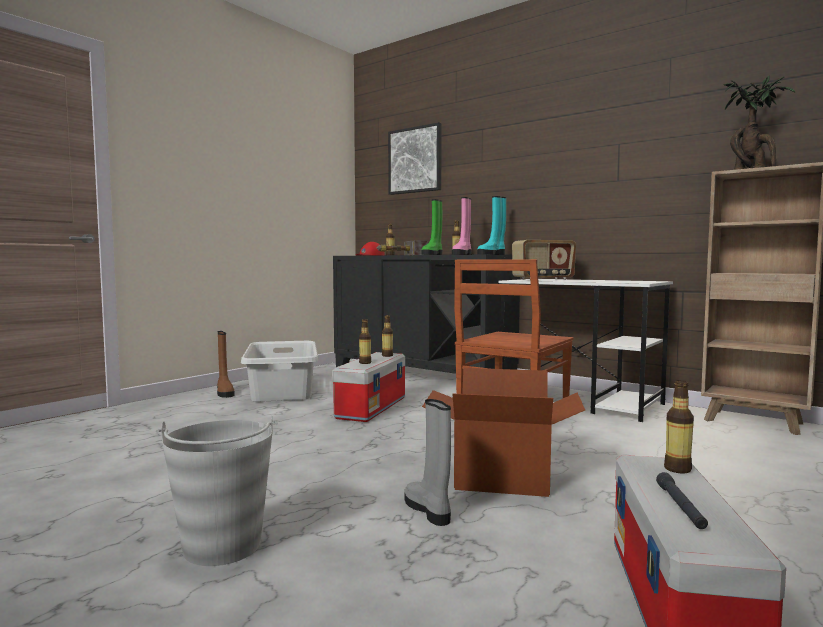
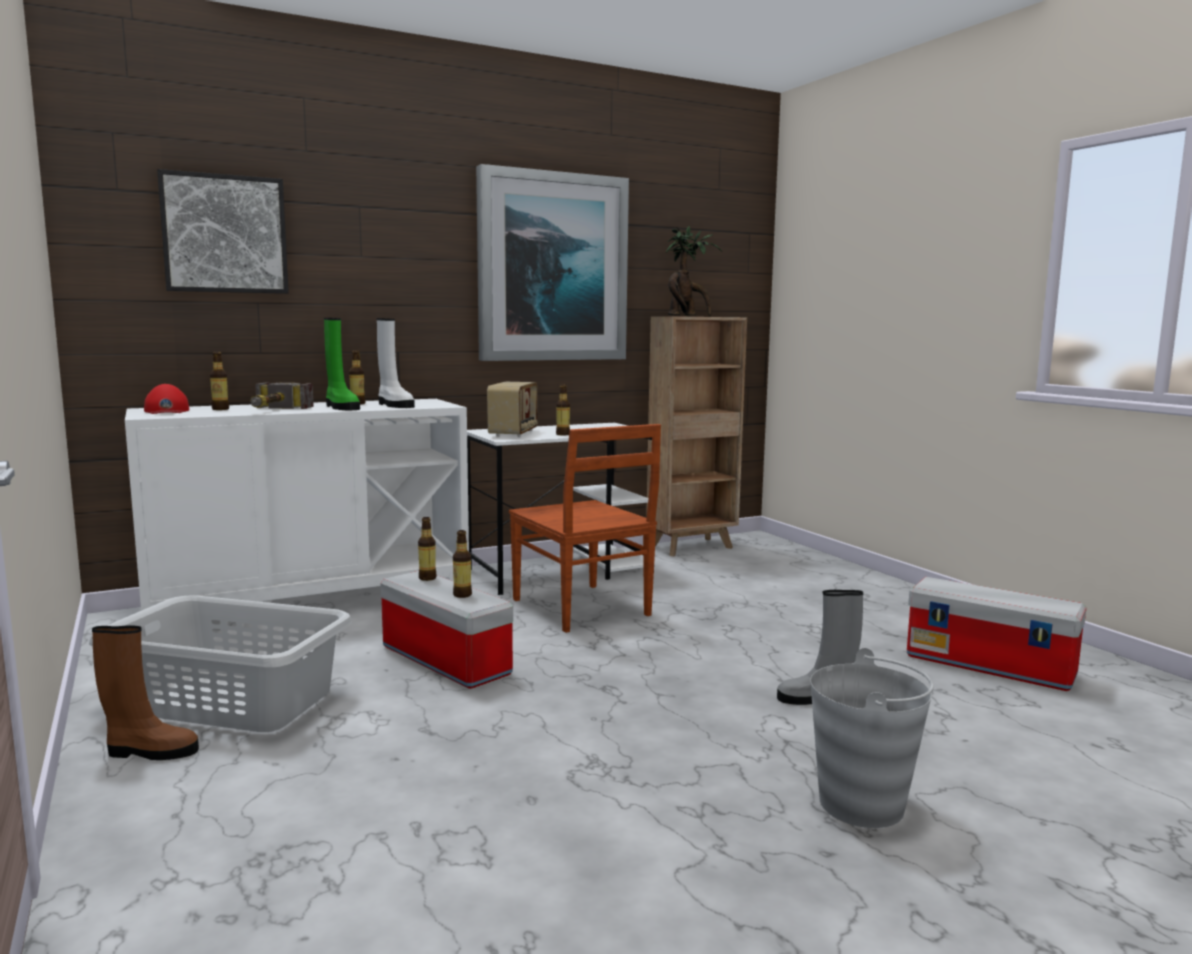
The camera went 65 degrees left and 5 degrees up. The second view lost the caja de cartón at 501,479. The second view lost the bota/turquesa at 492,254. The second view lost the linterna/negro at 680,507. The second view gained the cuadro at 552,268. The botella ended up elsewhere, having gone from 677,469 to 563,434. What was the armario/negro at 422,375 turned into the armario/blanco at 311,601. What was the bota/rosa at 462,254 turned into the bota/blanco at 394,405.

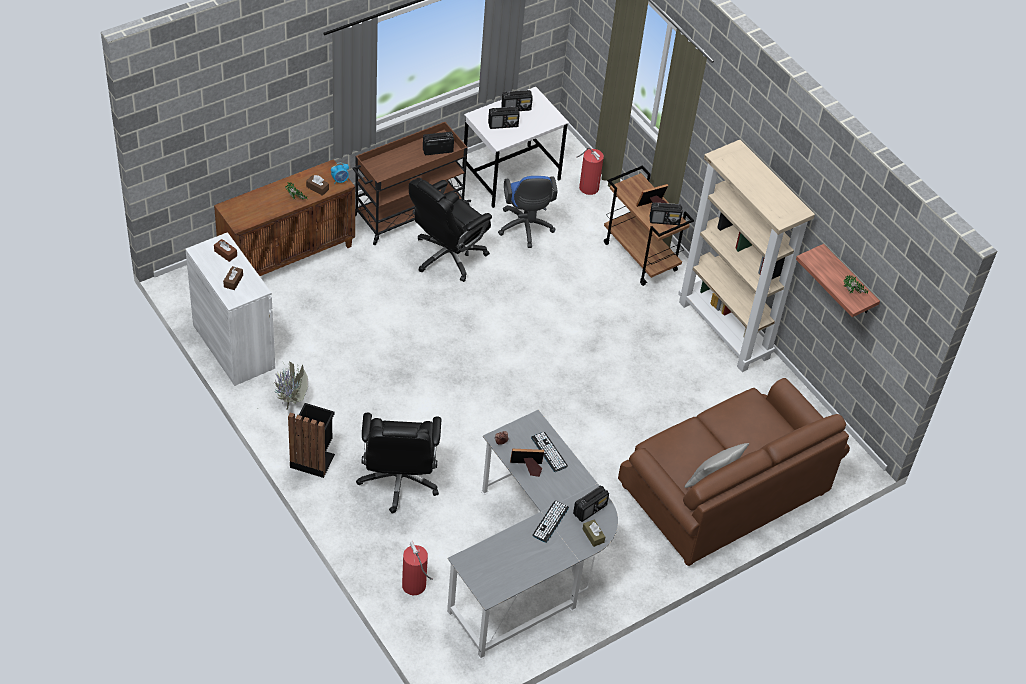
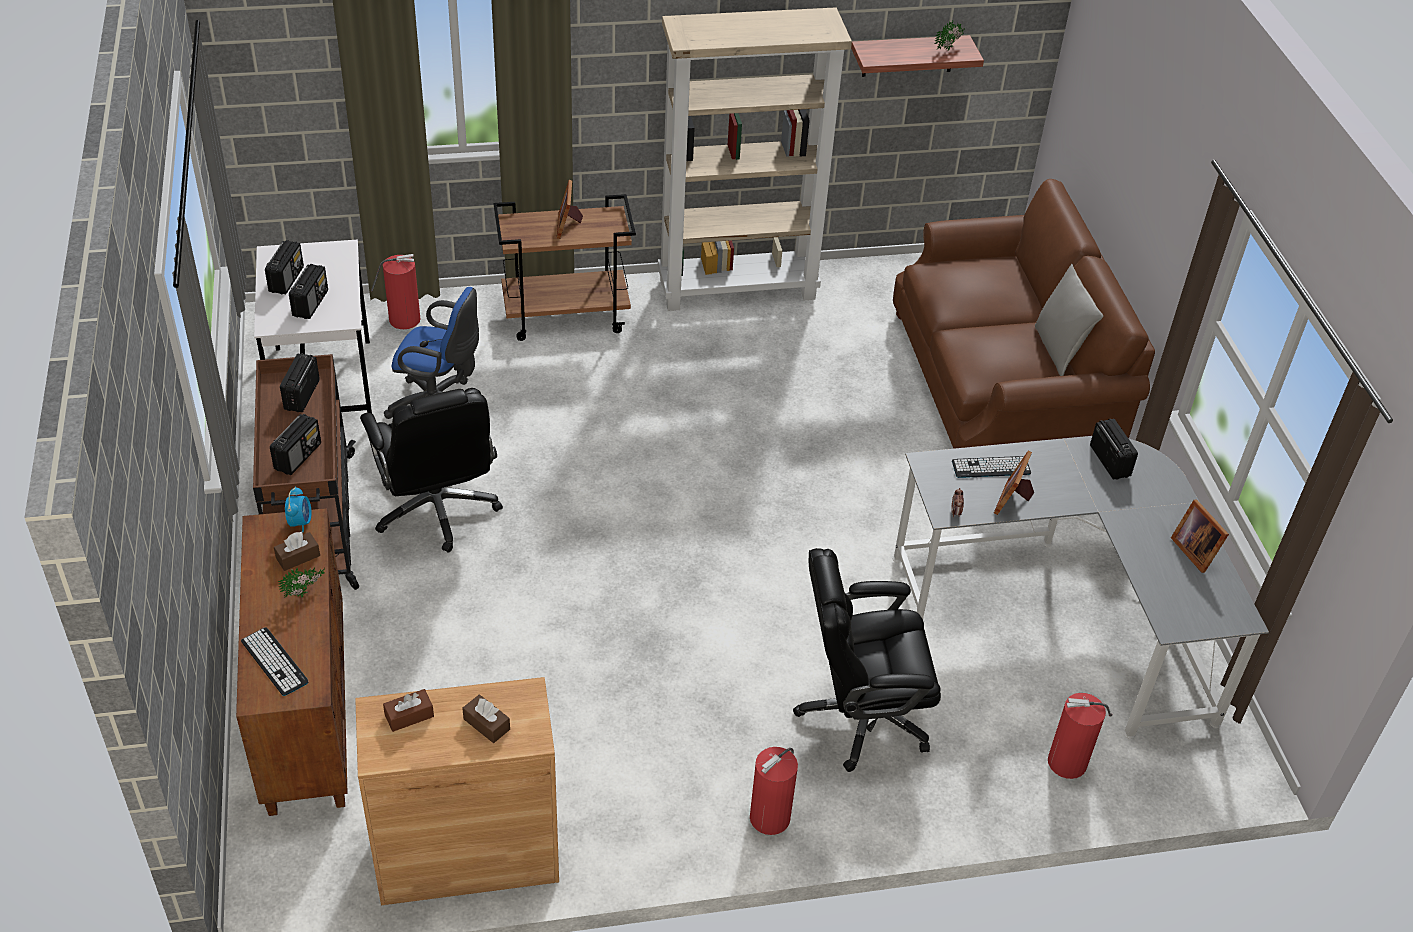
The camera went 65 degrees left and 5 degrees down. The second view lost the planta en maceta at 290,401. The second view lost the caja de pañuelos/marrón at 593,536. The second view gained the portarretratos at 1195,550. The teclado ended up elsewhere, having gone from 550,521 to 274,662. The radio ended up elsewhere, having gone from 665,220 to 298,456. Where the papelera/negro stood at 313,459, the extintor came to stand at 771,816. What was the armario/blanco at 233,346 turned into the armario/marrón at 467,855. The silla de oficina/negro at 399,481 ended up facing another way, 150 degrees clockwise from before.

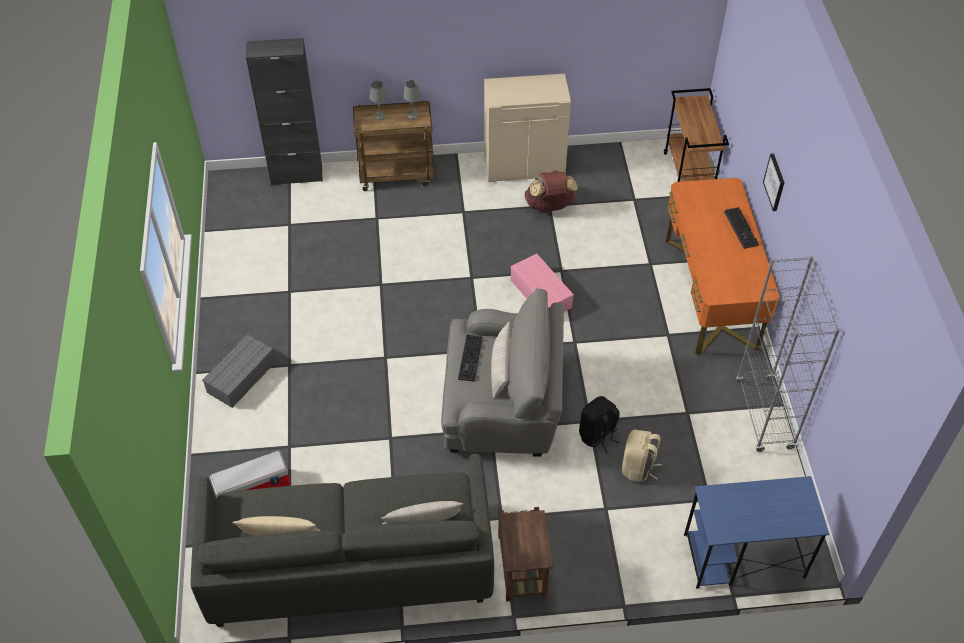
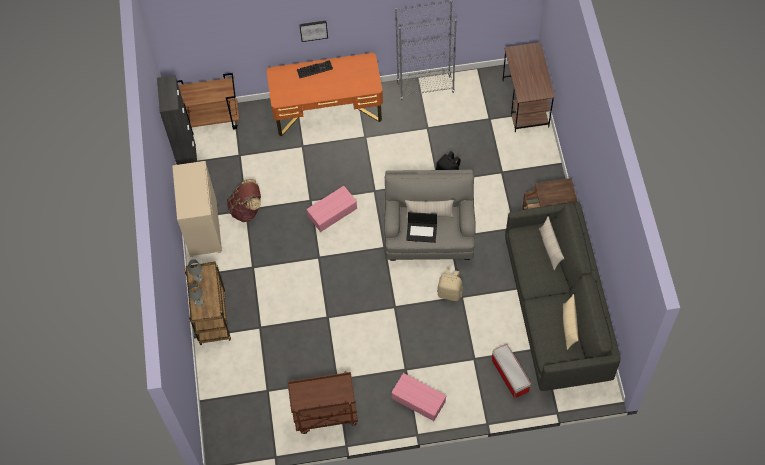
The camera went 90 degrees left and 10 degrees up. The second view gained the carrito/marrón at 325,416. The armario/negro ended up elsewhere, having gone from 296,175 to 188,161. The mochila/beis ended up elsewhere, having gone from 638,467 to 450,292. Where the teclado stood at 471,359, the portátil came to stand at 422,232. What was the caja de almacenaje/gris at 241,376 turned into the caja de almacenaje/rosa at 417,400. What was the escritorio/azul at 742,556 turned into the escritorio/marrón at 525,104.

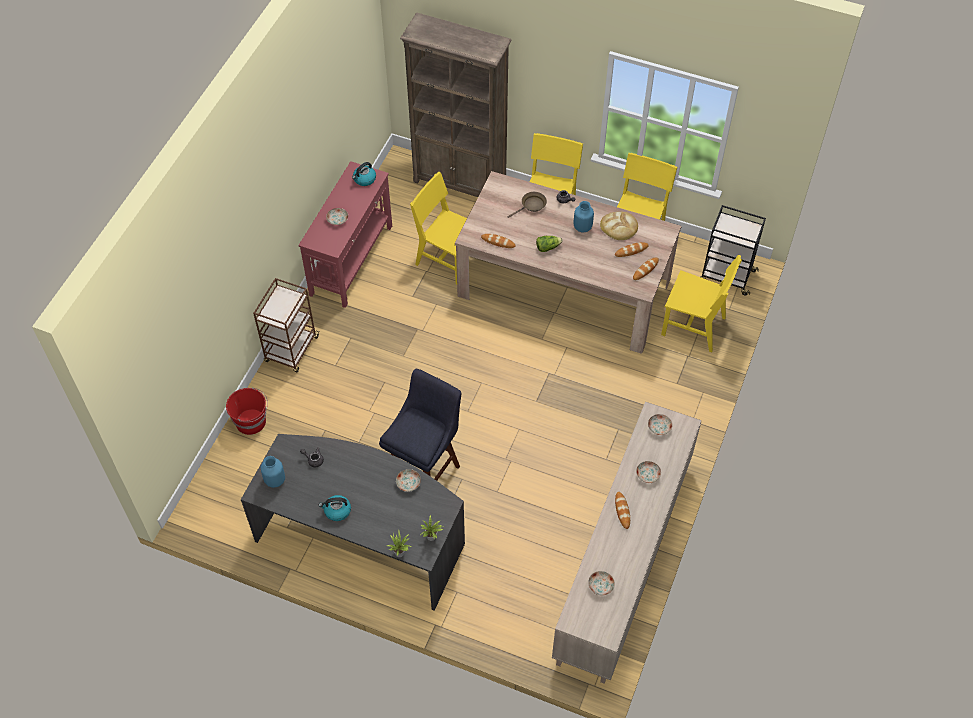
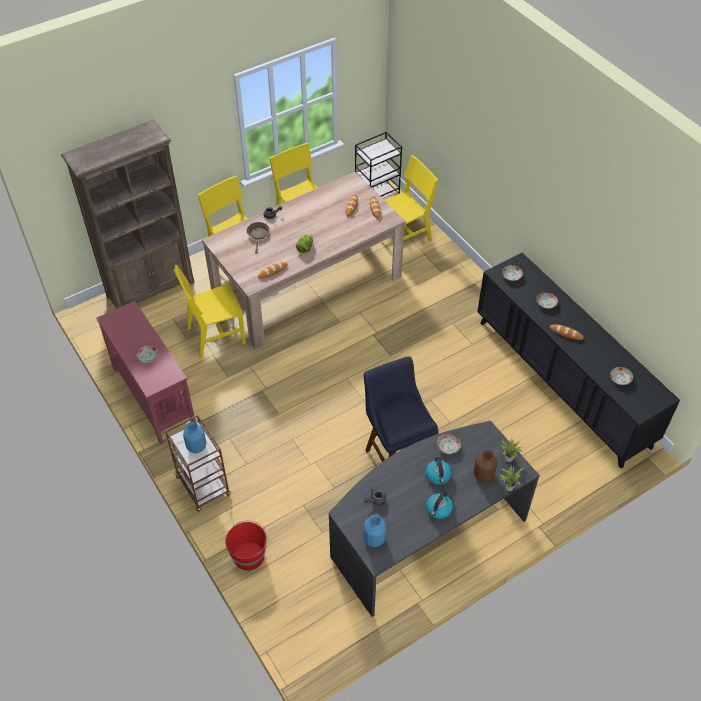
The camera went 55 degrees left and 5 degrees down. The second view lost the pan at 619,227. The second view gained the florero/marrón at 483,475. The hervidor ended up elsewhere, having gone from 364,179 to 438,476. The florero/azul ended up elsewhere, having gone from 583,227 to 197,446. What was the armario/beis at 623,561 turned into the armario/negro at 562,381.

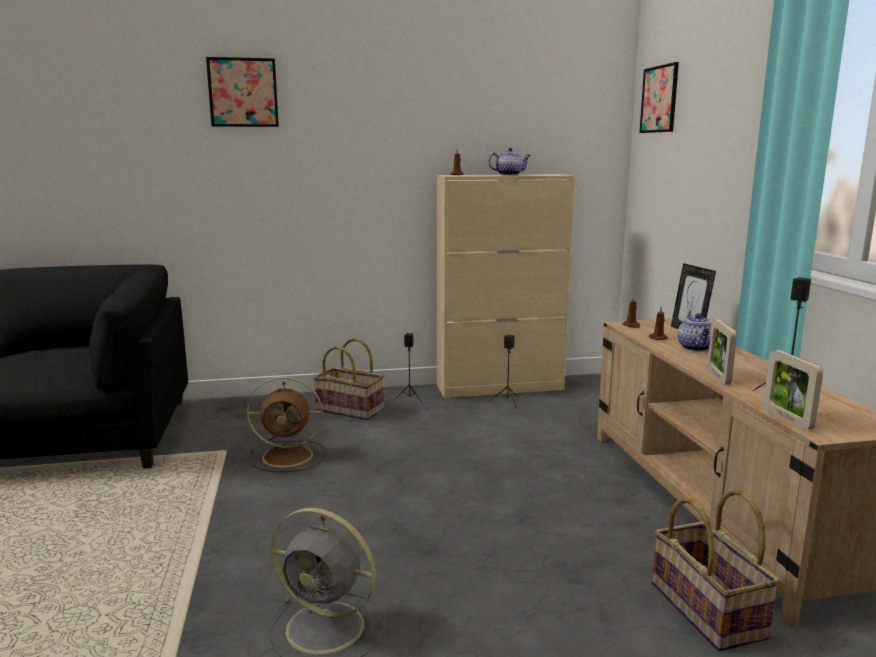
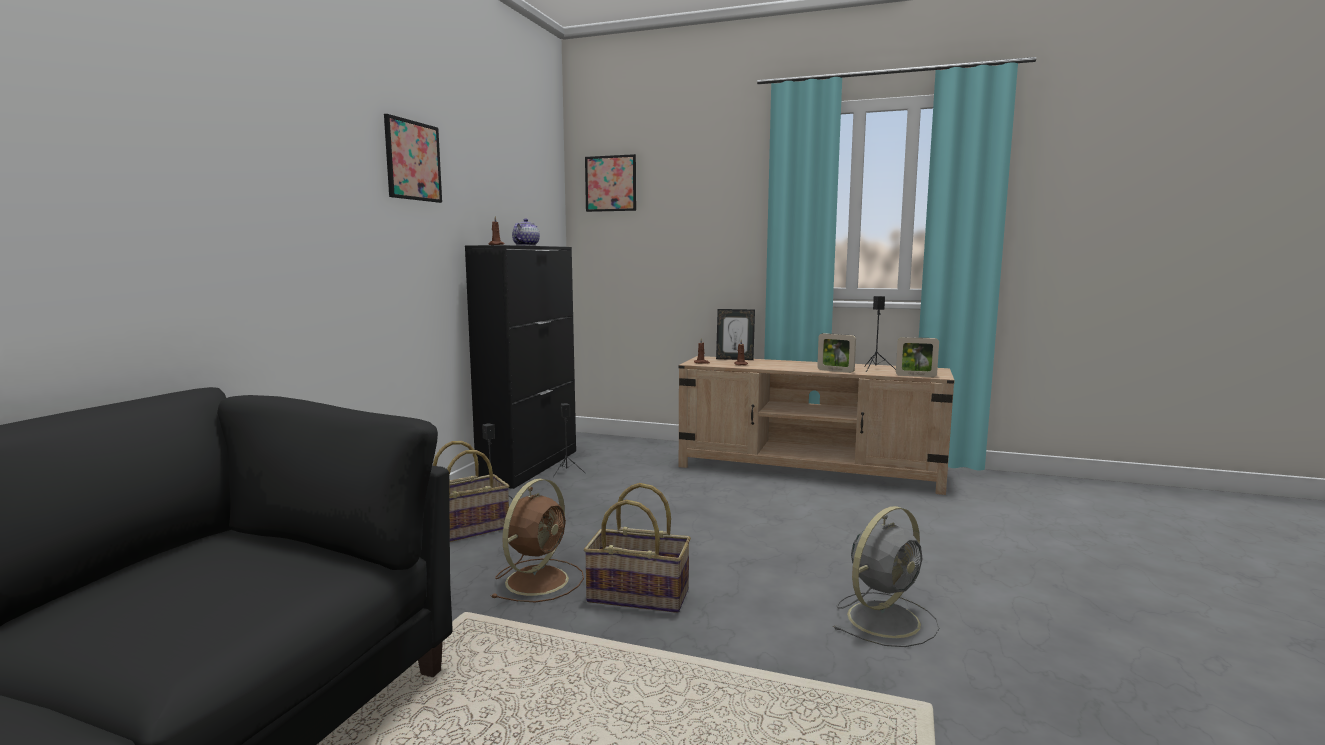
The camera went 60 degrees left and 5 degrees down. The second view lost the tetera at 696,348. The cuadro ended up elsewhere, having gone from 243,92 to 413,160. The cesta ended up elsewhere, having gone from 709,610 to 639,595. What was the armario/beis at 500,387 turned into the armario/negro at 530,466.

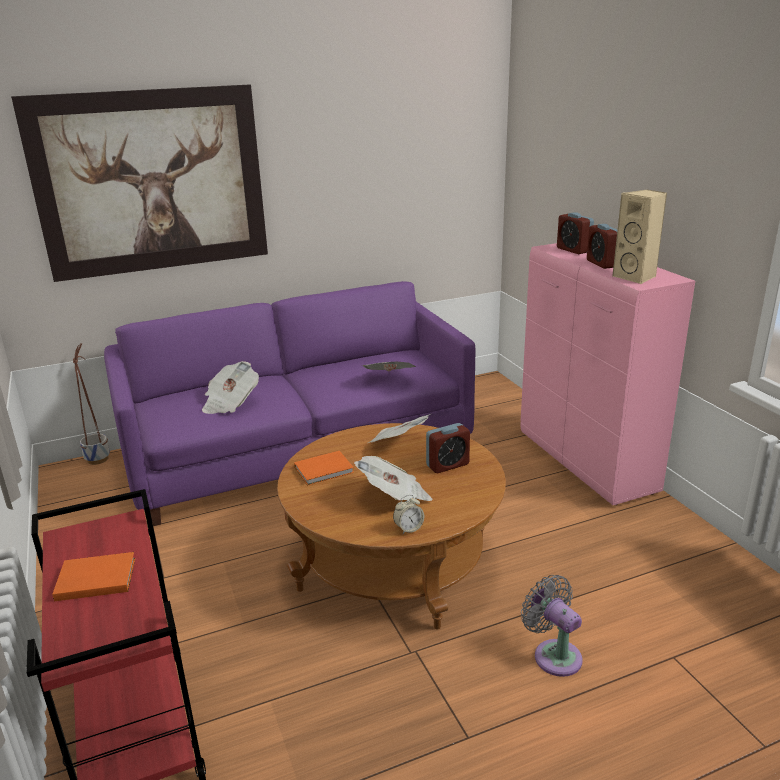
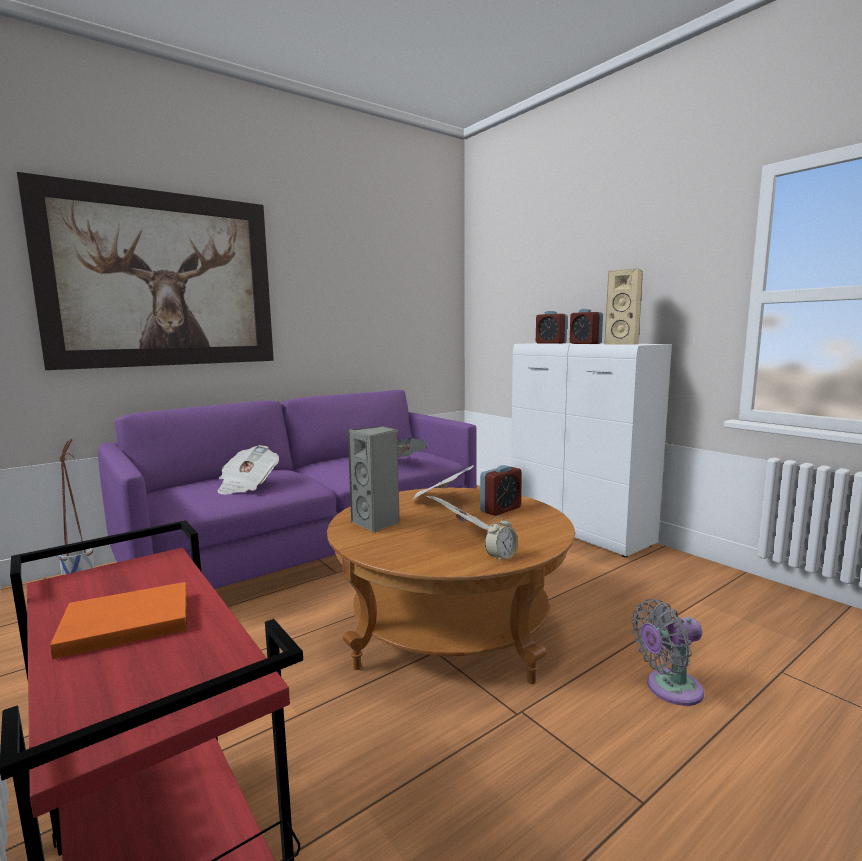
The camera went 15 degrees left and 15 degrees down. Where the libro/naranja stood at 325,470, the altavoz/gris came to stand at 377,523. What was the armario/rosa at 587,463 turned into the armario/blanco at 580,531. The ventilador/gris at 554,654 ended up facing another way, 60 degrees counterclockwise from before.

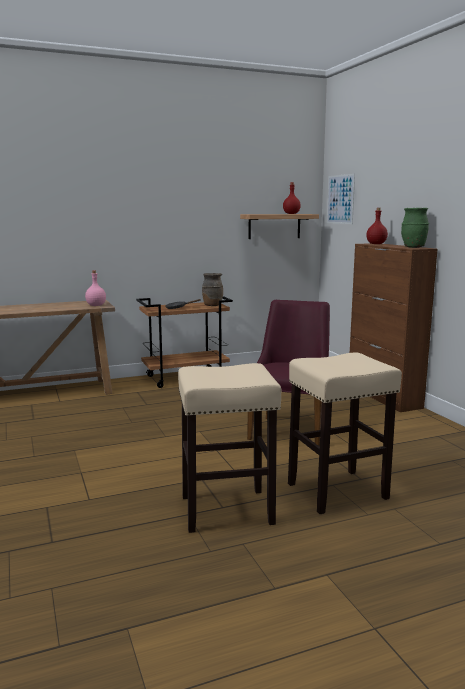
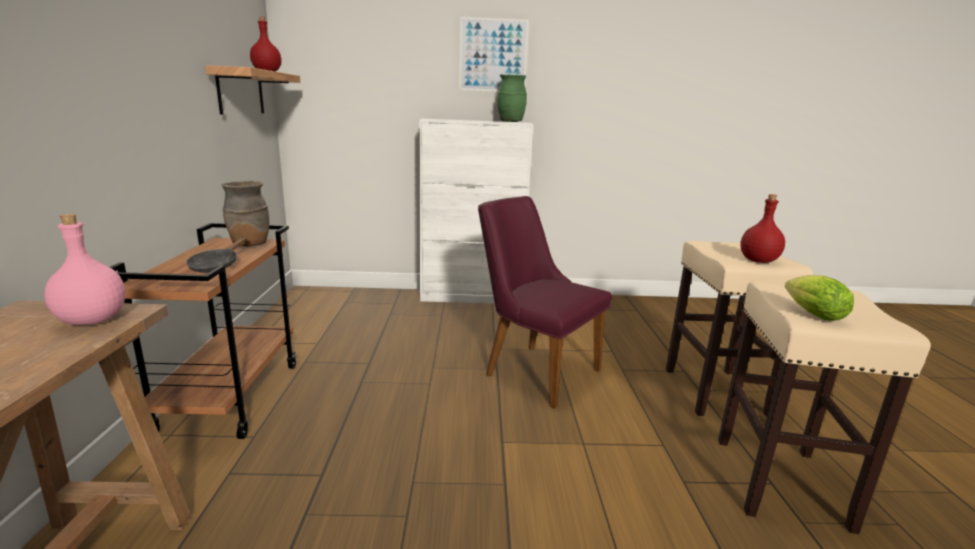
The camera went 70 degrees left and 5 degrees up. The second view gained the lechuga at 810,313. The cuadro ended up elsewhere, having gone from 340,199 to 493,55. The botella/rojo ended up elsewhere, having gone from 376,244 to 758,260. What was the armario/marrón at 383,396 turned into the armario/blanco at 471,297.

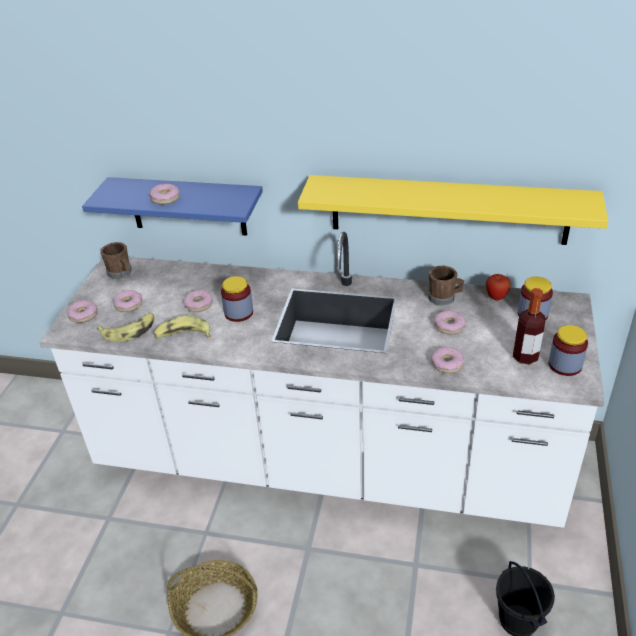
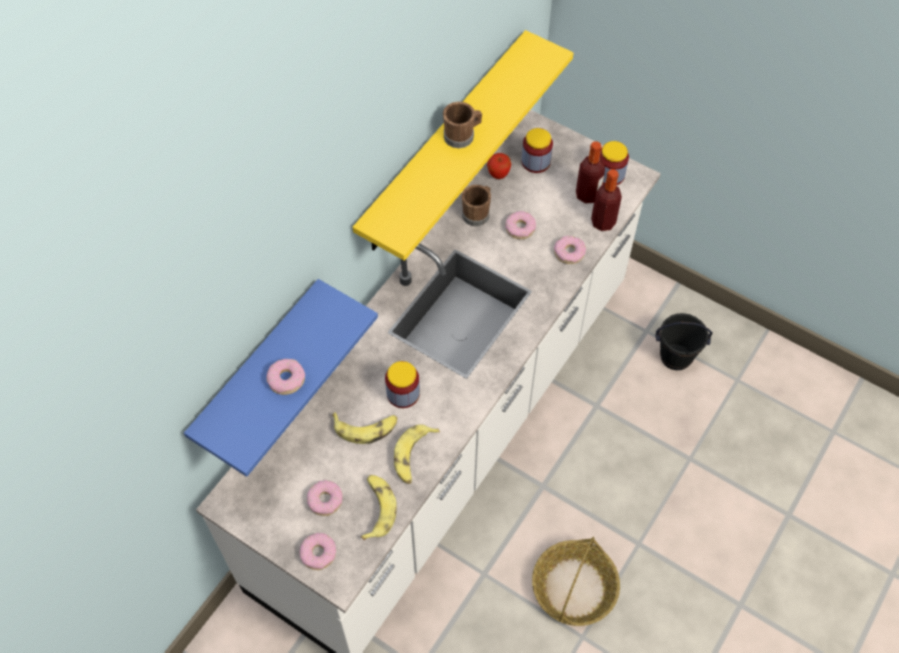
The camera went 70 degrees left and 20 degrees up. The second view gained the botella at 603,222. The taza grande/marrón ended up elsewhere, having gone from 121,273 to 462,136. Where the rosquilla stood at 198,304, the plátano came to stand at 366,428.

